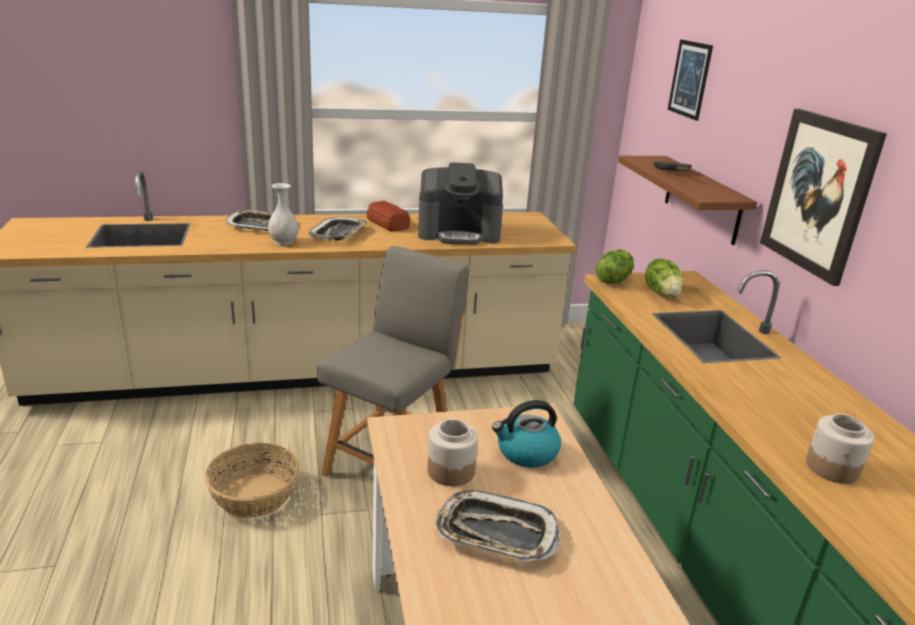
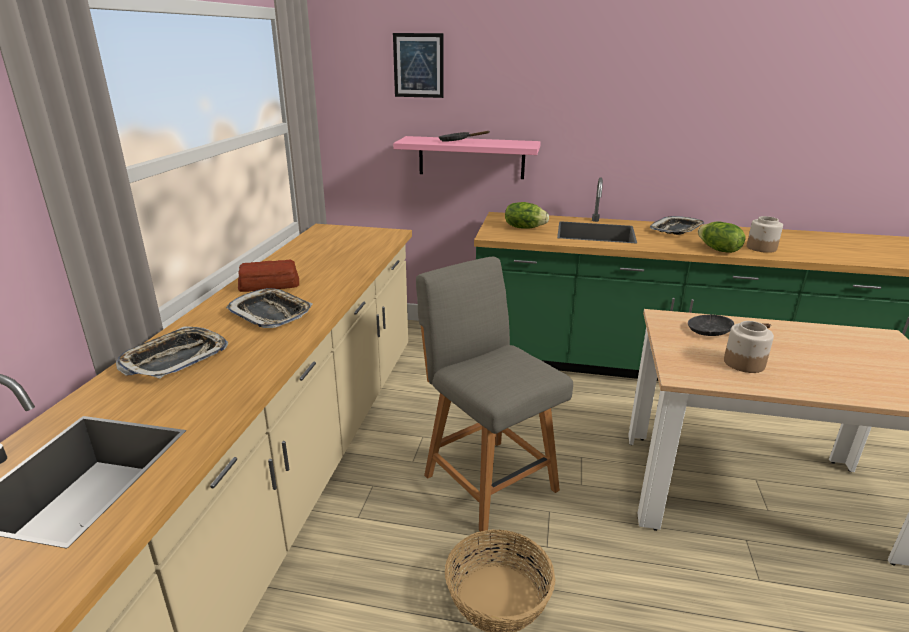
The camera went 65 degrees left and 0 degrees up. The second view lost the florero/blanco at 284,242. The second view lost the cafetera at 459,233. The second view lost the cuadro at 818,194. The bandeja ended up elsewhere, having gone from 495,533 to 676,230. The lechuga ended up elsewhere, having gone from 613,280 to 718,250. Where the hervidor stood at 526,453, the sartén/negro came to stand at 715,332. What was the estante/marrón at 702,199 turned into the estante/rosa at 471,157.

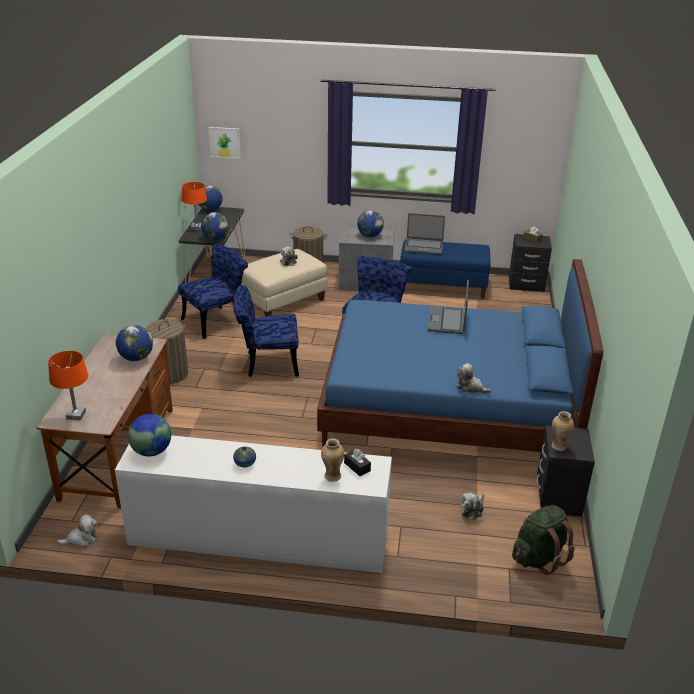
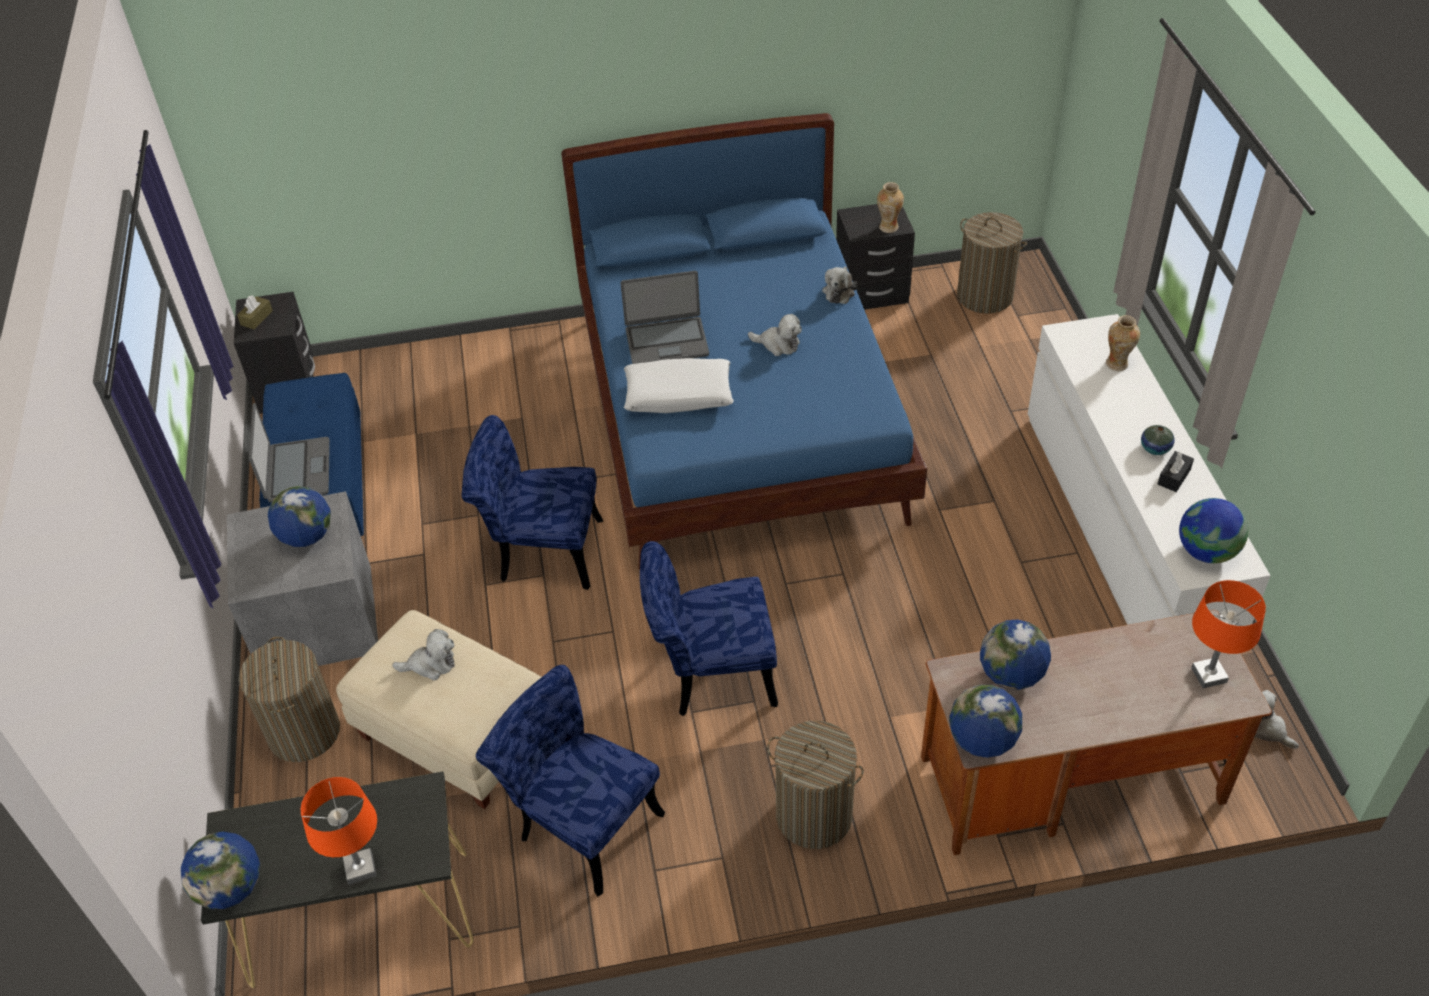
The camera went 105 degrees left and 15 degrees up. The second view lost the cuadro at 225,142. The second view gained the cojín/blanco at 678,395. The globo terráqueo ended up elsewhere, having gone from 215,238 to 982,741. The caja de pañuelos/negro ended up elsewhere, having gone from 357,467 to 1174,477. The peluche ended up elsewhere, having gone from 472,509 to 778,344. Where the mochila/verde stood at 539,558, the cesto de la ropa came to stand at 985,296. The silla/azul at 267,363 ended up facing another way, 105 degrees clockwise from before.

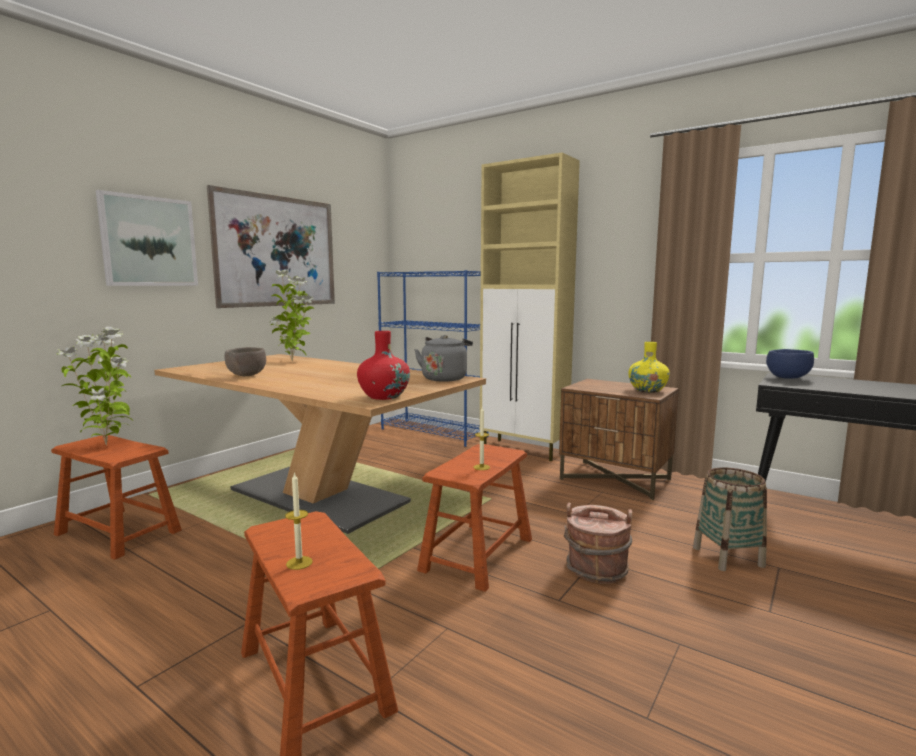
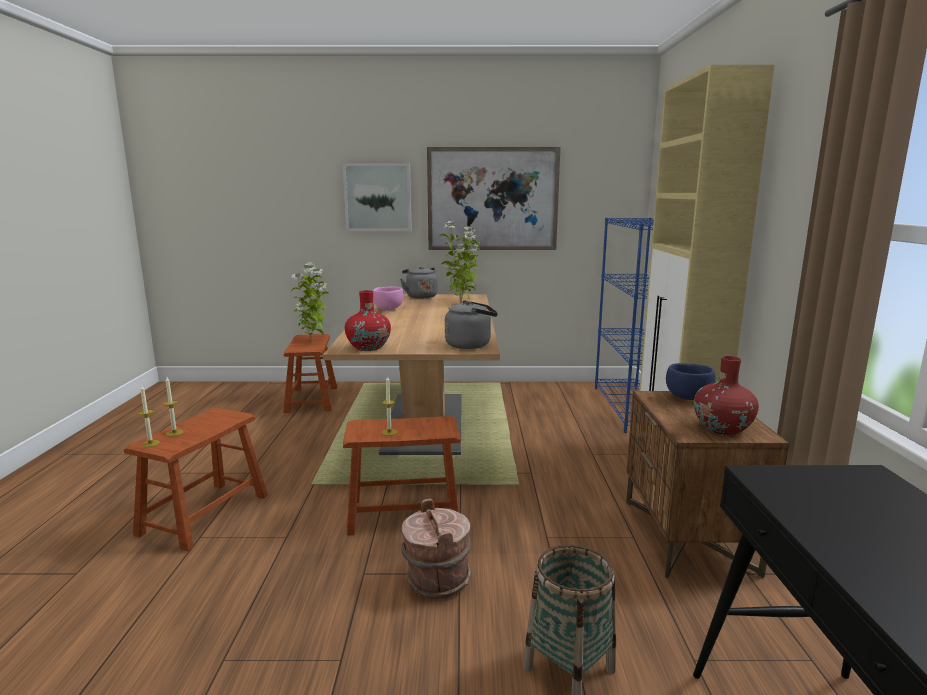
The camera went 55 degrees right and 5 degrees up. The second view gained the vela at 150,443. The second view gained the hervidor/gris at 420,296. The cuenco/azul ended up elsewhere, having gone from 788,378 to 688,398. What was the cuenco/marrón at 246,375 turned into the cuenco/rosa at 388,309. What was the florero/amarillo at 647,390 turned into the florero/rojo at 722,428.

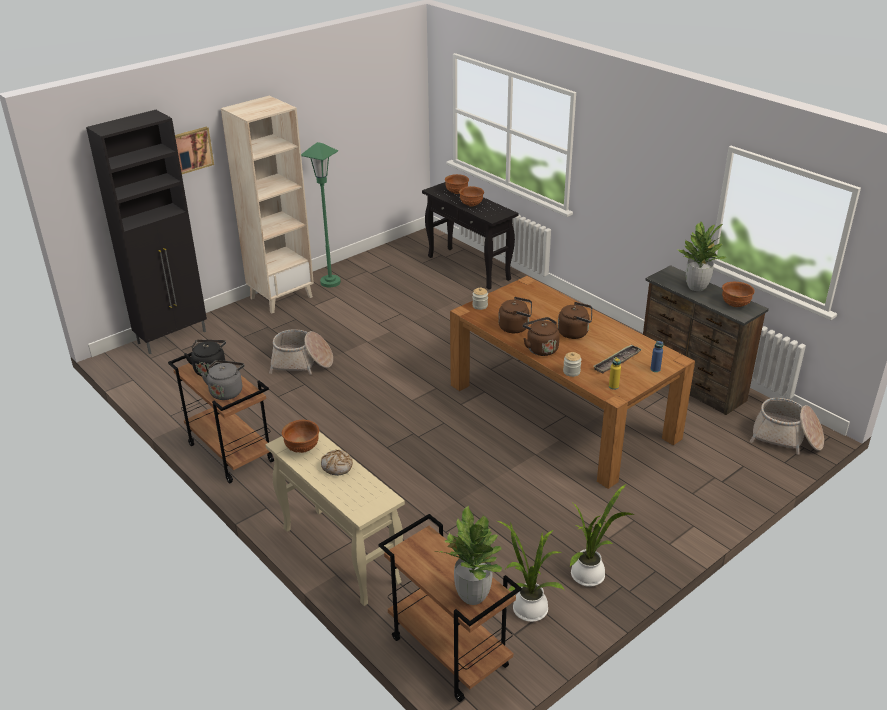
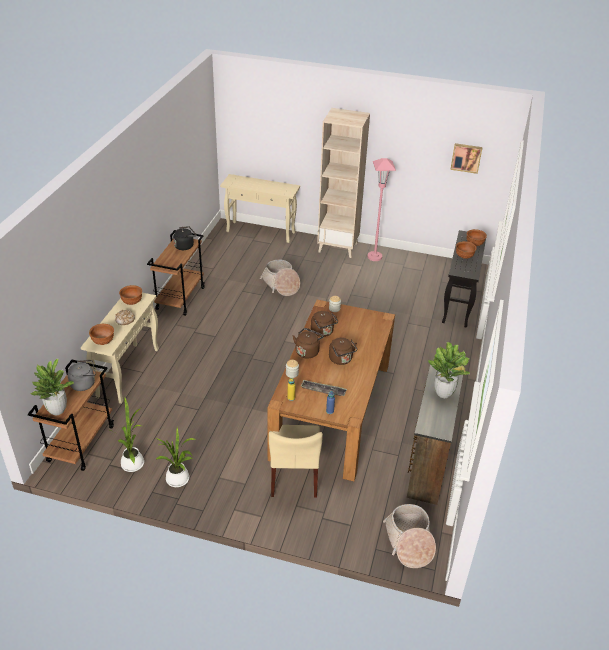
The camera went 55 degrees right and 5 degrees up. The second view gained the silla/beis at 294,477. The cuadro ended up elsewhere, having gone from 191,150 to 466,157. The hervidor/gris ended up elsewhere, having gone from 227,391 to 84,384. The cuenco/marrón ended up elsewhere, having gone from 735,304 to 103,342. Where the armario/negro stood at 173,337, the mesa consola/beis came to stand at 261,232. What was the lámpara de pie/verde at 330,282 turned into the lámpara de pie/rosa at 374,257.

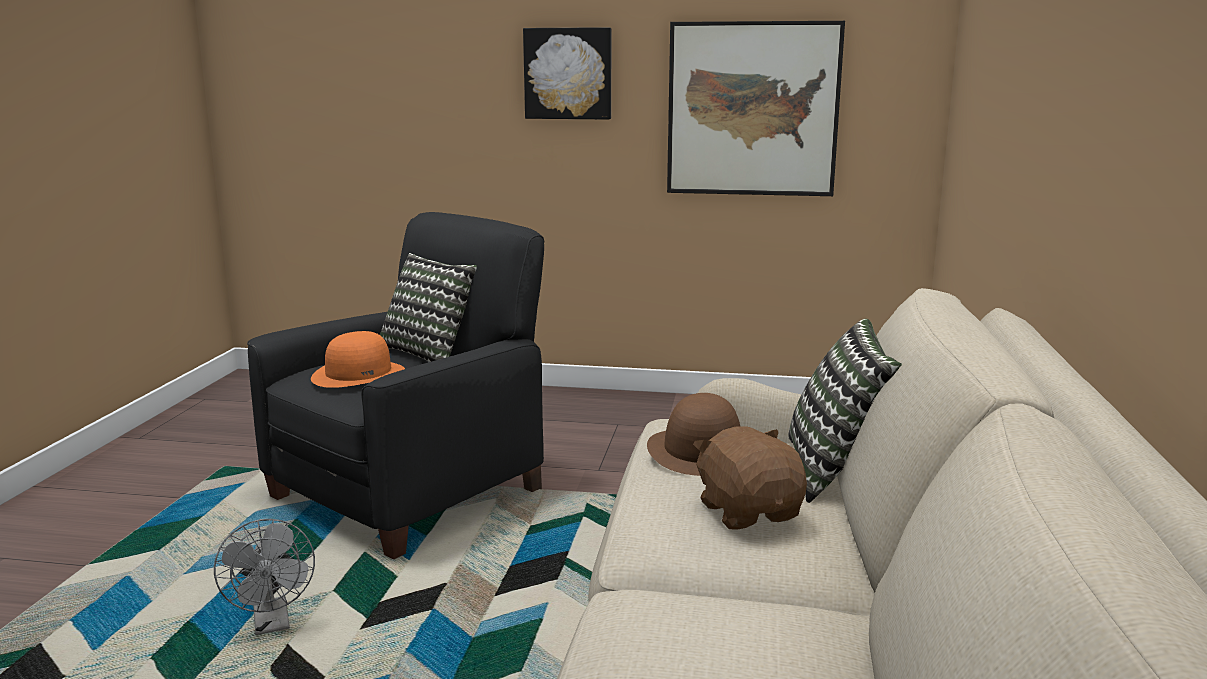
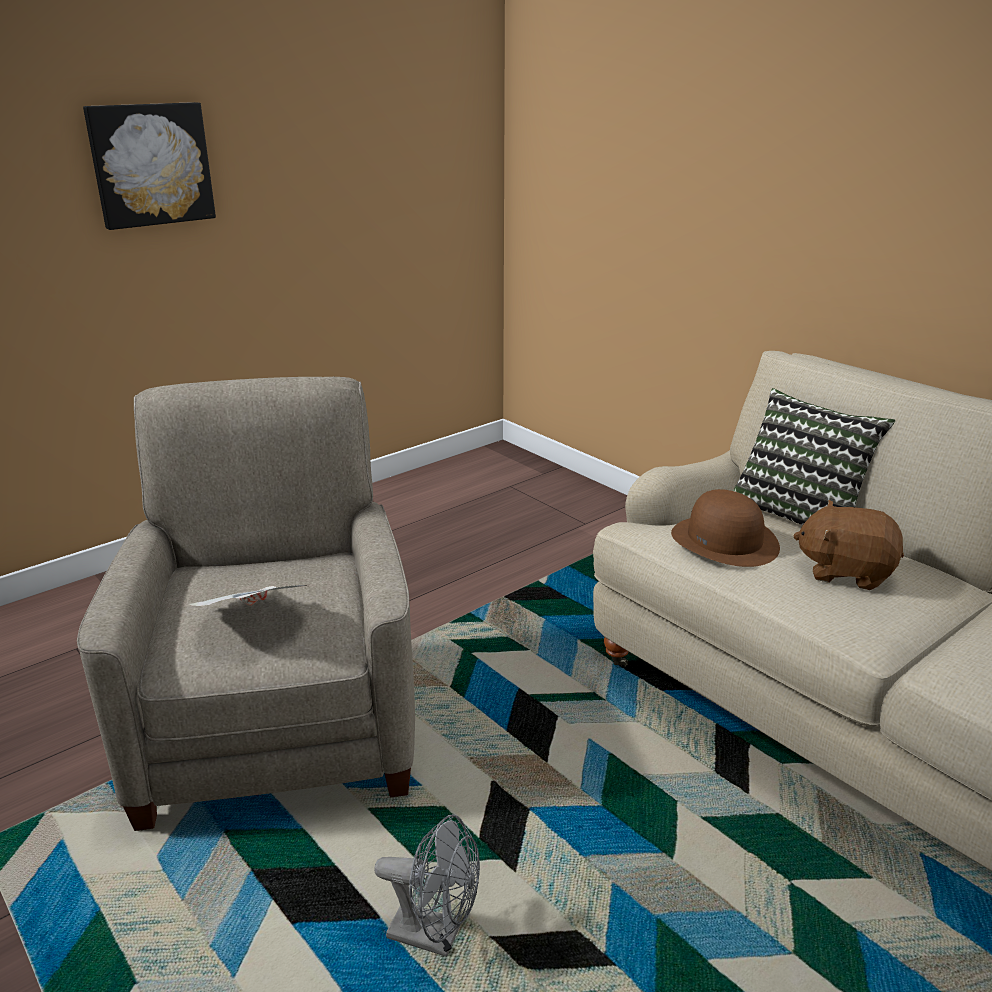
The camera went 50 degrees left and 10 degrees up. The second view lost the cojín at 430,353. The second view lost the cuadro at 752,109. Where the sombrero/naranja stood at 359,374, the periódico came to stand at 253,620. What was the sillón/negro at 410,492 turned into the sillón/beis at 279,726.

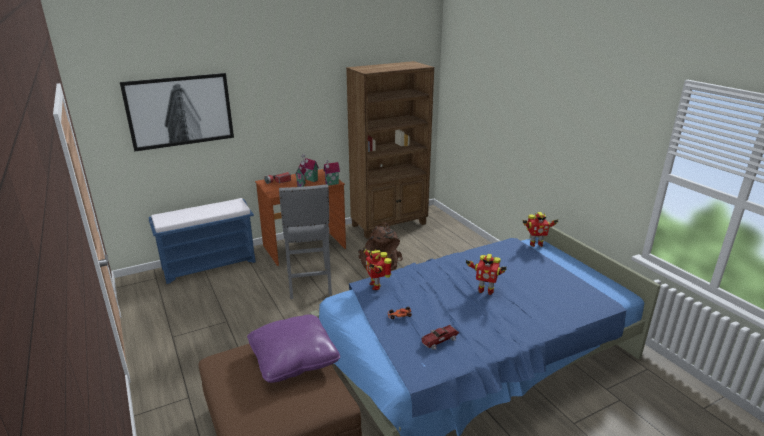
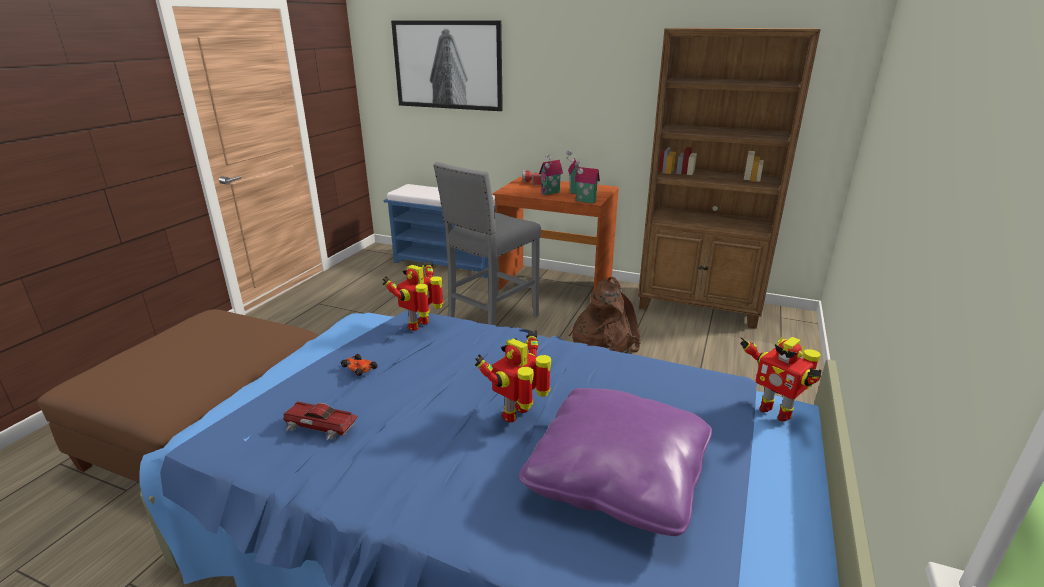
The camera went 50 degrees right and 0 degrees up. The cojín/morado ended up elsewhere, having gone from 293,359 to 617,477. The robot de juguete at 485,290 ended up facing another way, 60 degrees clockwise from before.

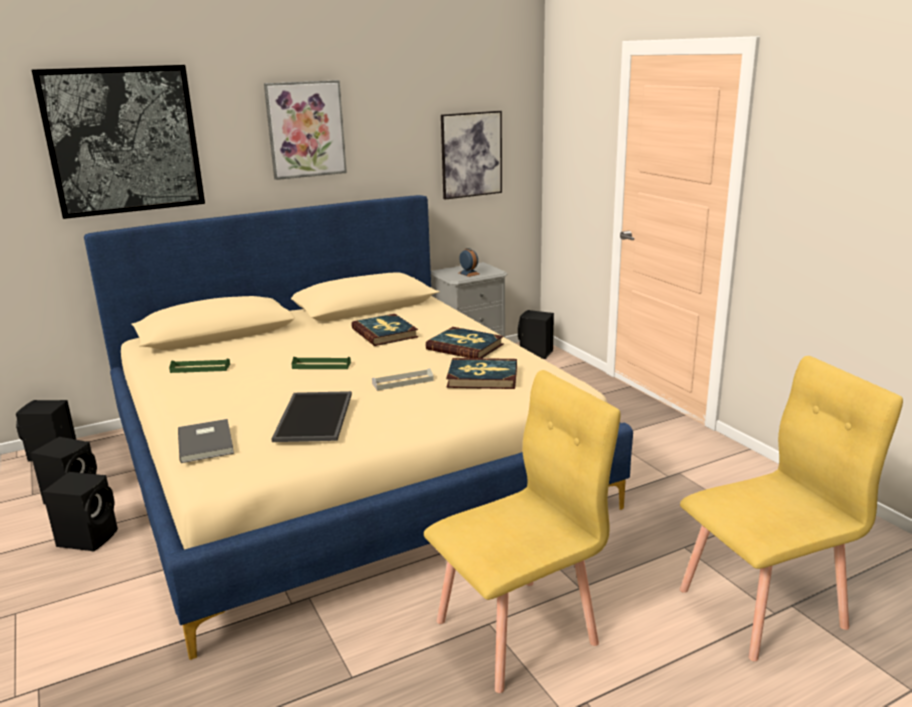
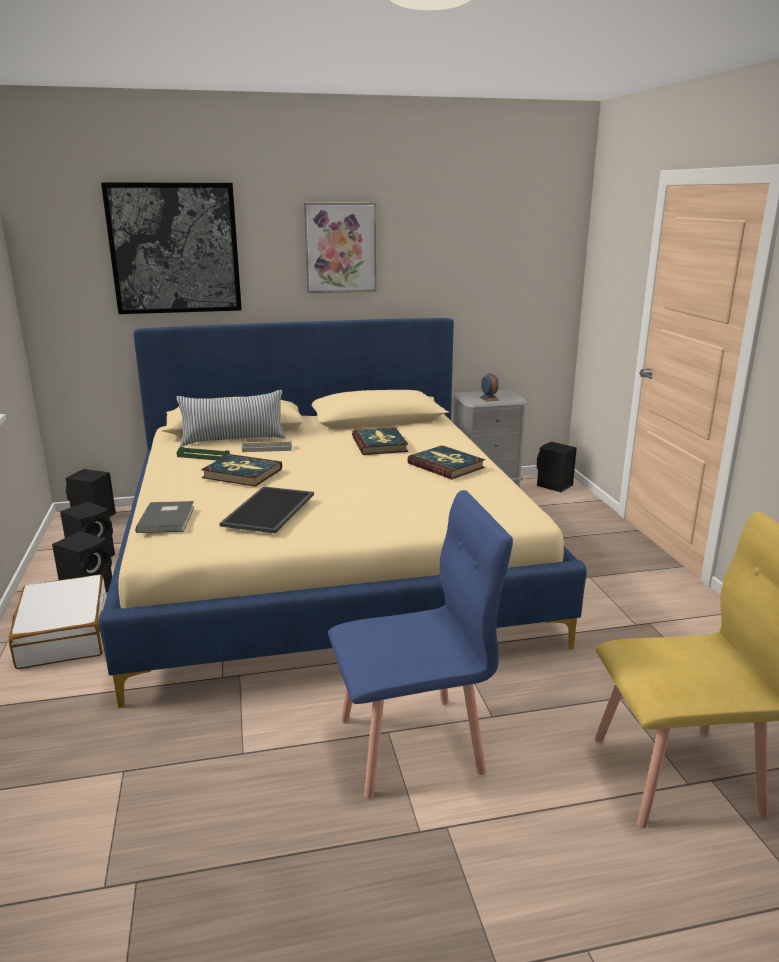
The camera went 15 degrees right and 0 degrees up. The second view lost the bandeja/verde at 321,365. The second view lost the cuadro at 471,154. The second view gained the maleta/blanco at 63,635. The second view gained the cojín at 233,440. The bandeja/gris ended up elsewhere, having gone from 402,382 to 267,449. The libro ended up elsewhere, having gone from 482,377 to 242,473. What was the silla/amarillo at 518,632 turned into the silla/azul at 412,745.

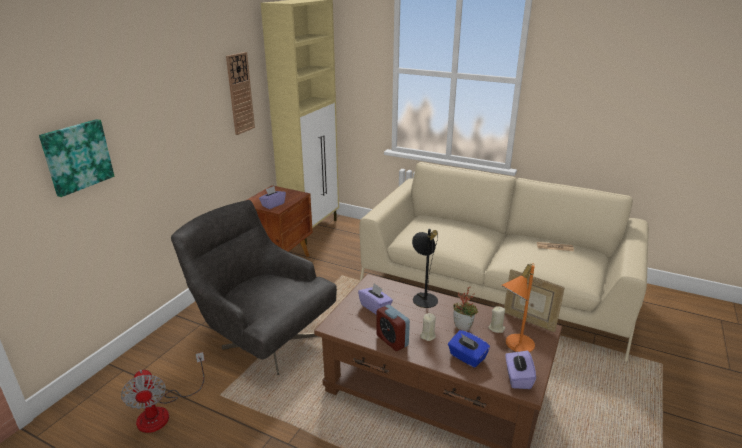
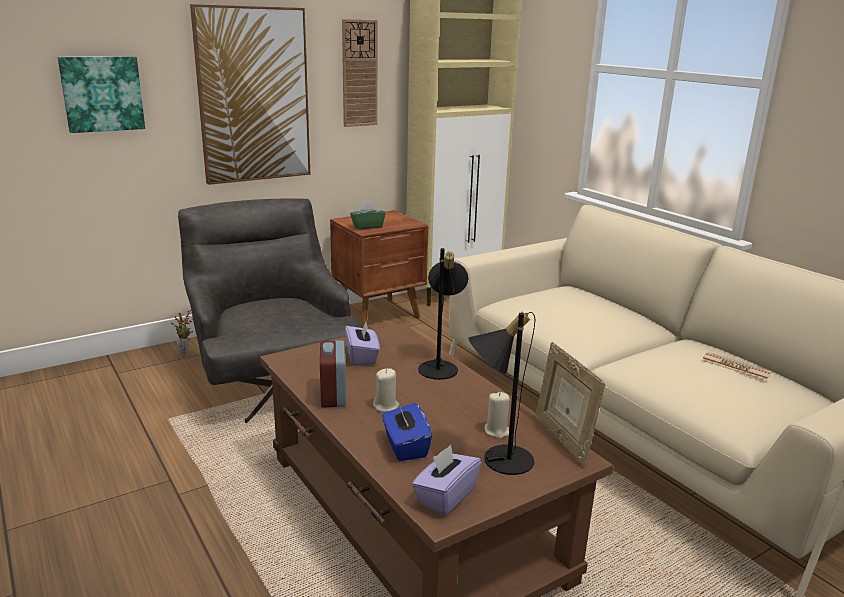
The camera went 30 degrees right and 5 degrees down. The second view lost the ventilador at 162,412. The second view gained the cuadro at 253,96. The planta en maceta ended up elsewhere, having gone from 464,327 to 185,352. What was the caja de pañuelos/morado at 273,205 turned into the caja de pañuelos/verde at 367,226. What was the lámpara de mesa/naranja at 514,344 turned into the lámpara de mesa/negro at 498,458.

